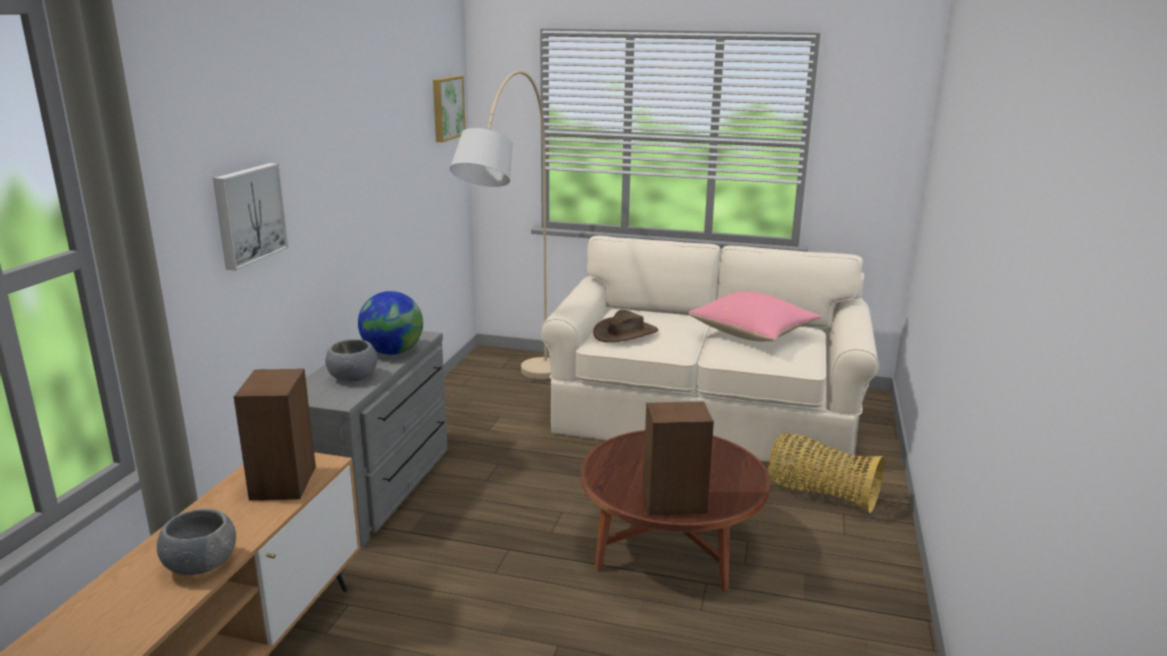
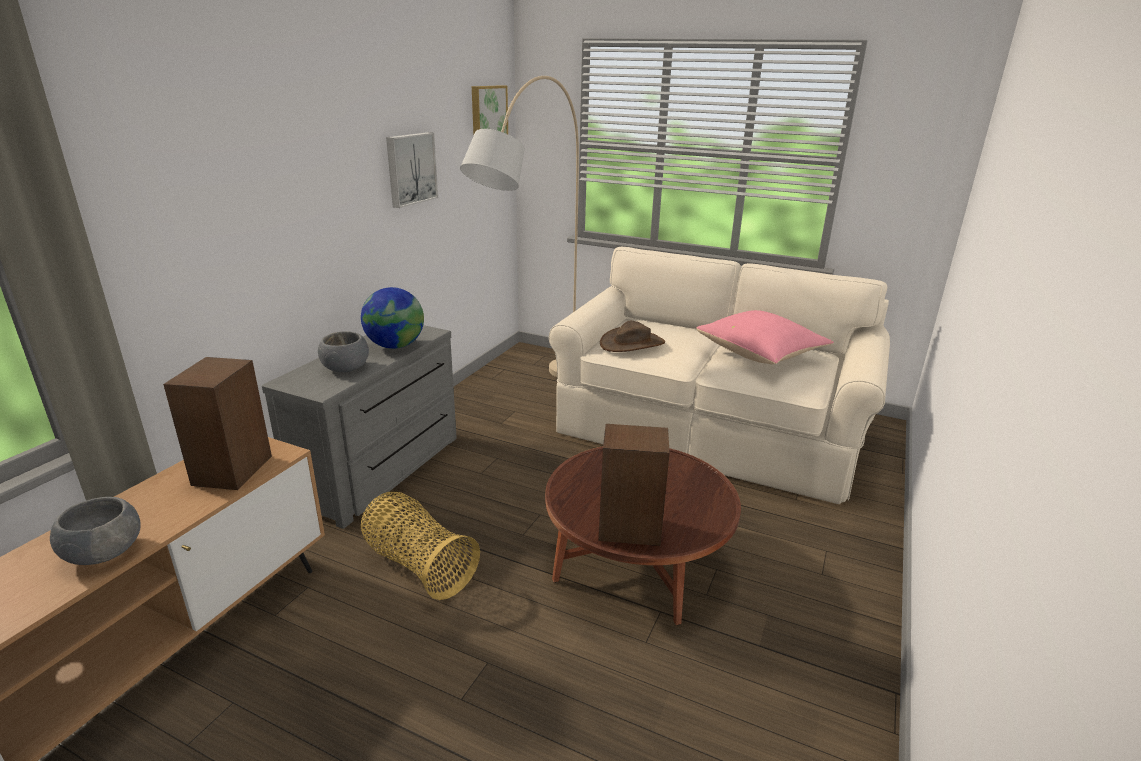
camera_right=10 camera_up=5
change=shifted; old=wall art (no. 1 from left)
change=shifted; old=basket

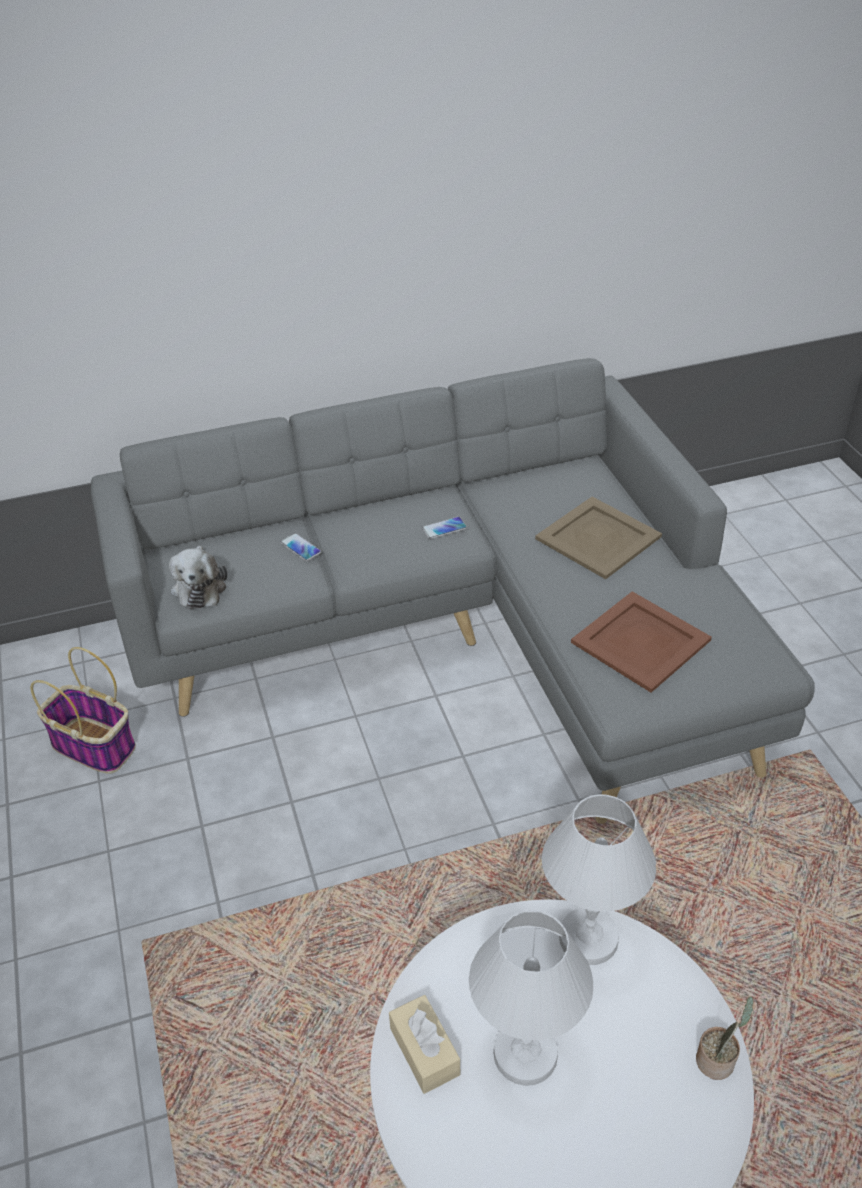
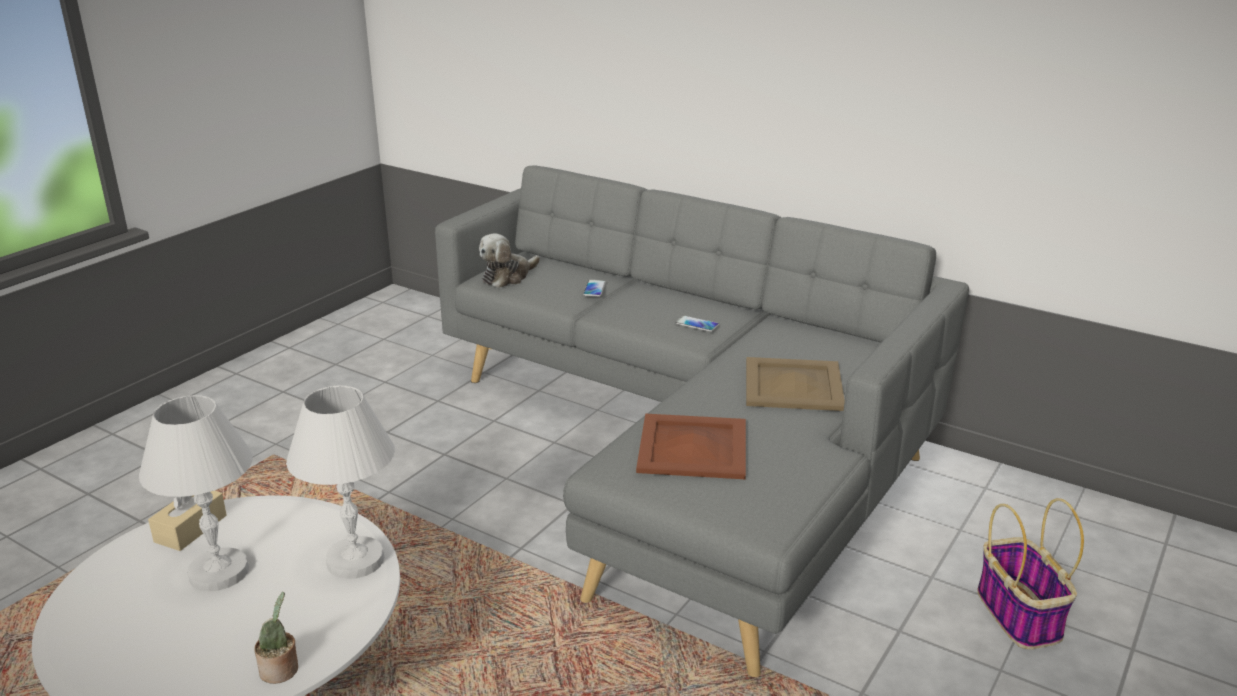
camera_right=50 camera_up=-15
change=shifted; old=basket

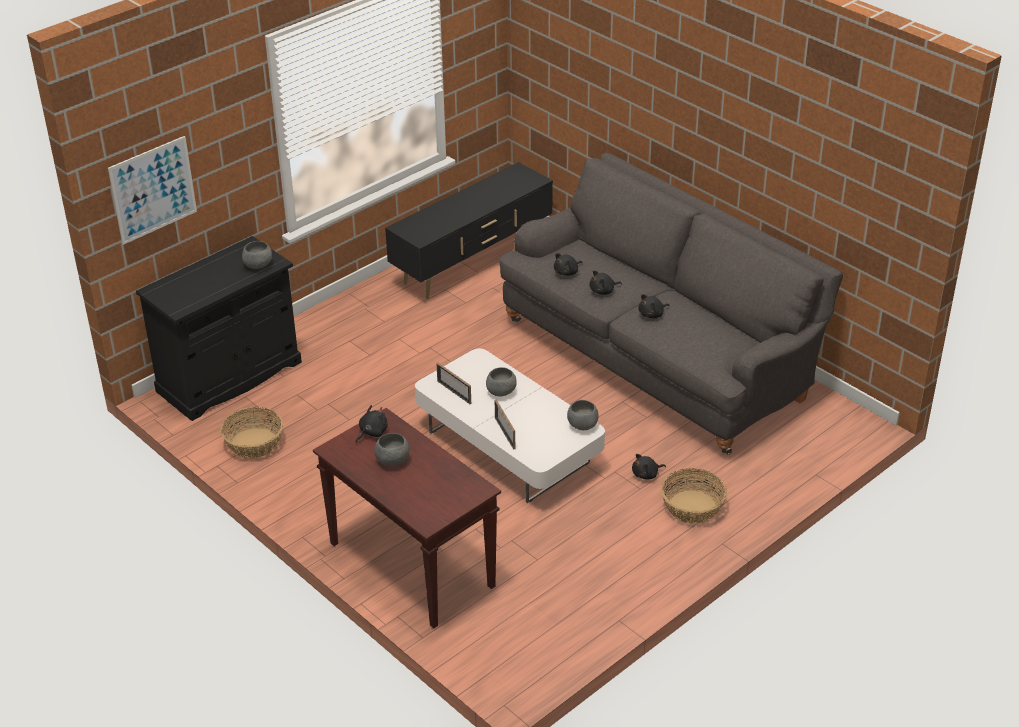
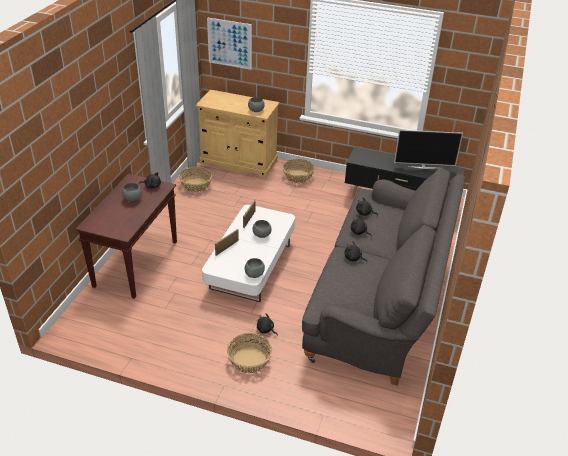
camera_right=60 camera_up=0
change=repainted; old=blackish cupboard; new=sand-coloured cupboard
change=new; new=basket (no. 3 from left)
change=new; new=TV set

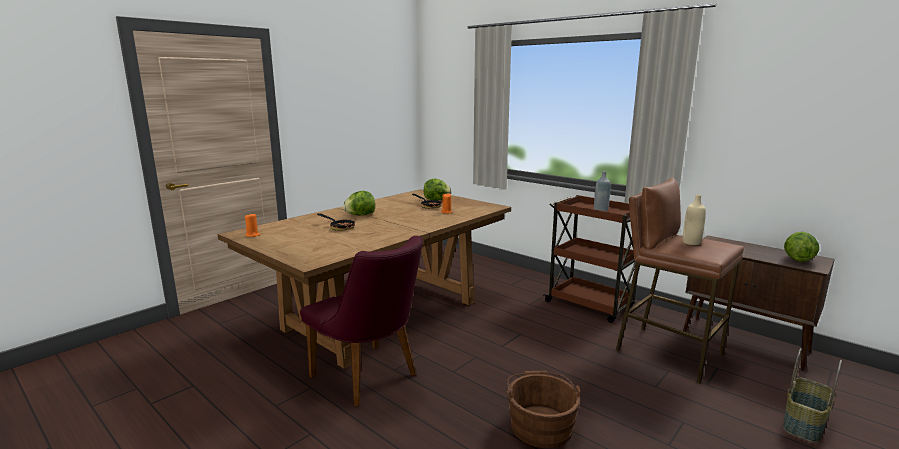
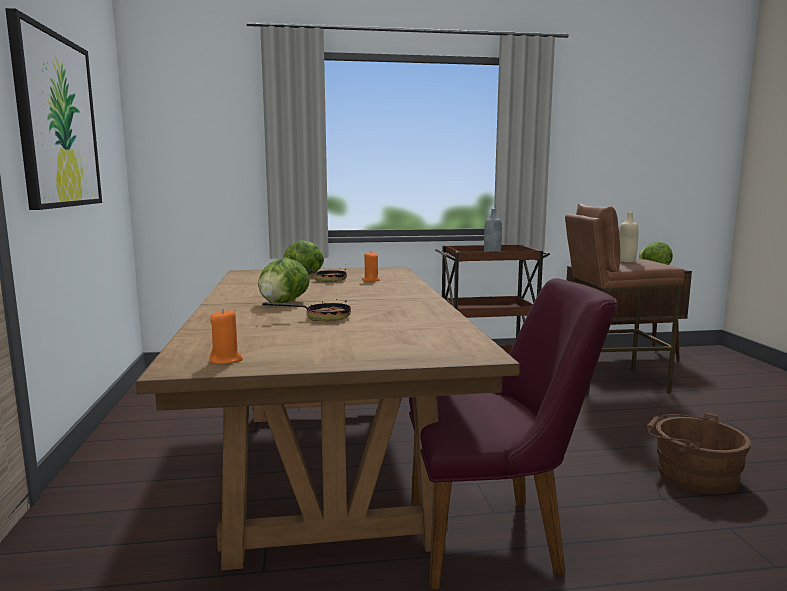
camera_right=-50 camera_up=-5
change=gone; old=basket
change=new; new=wall art

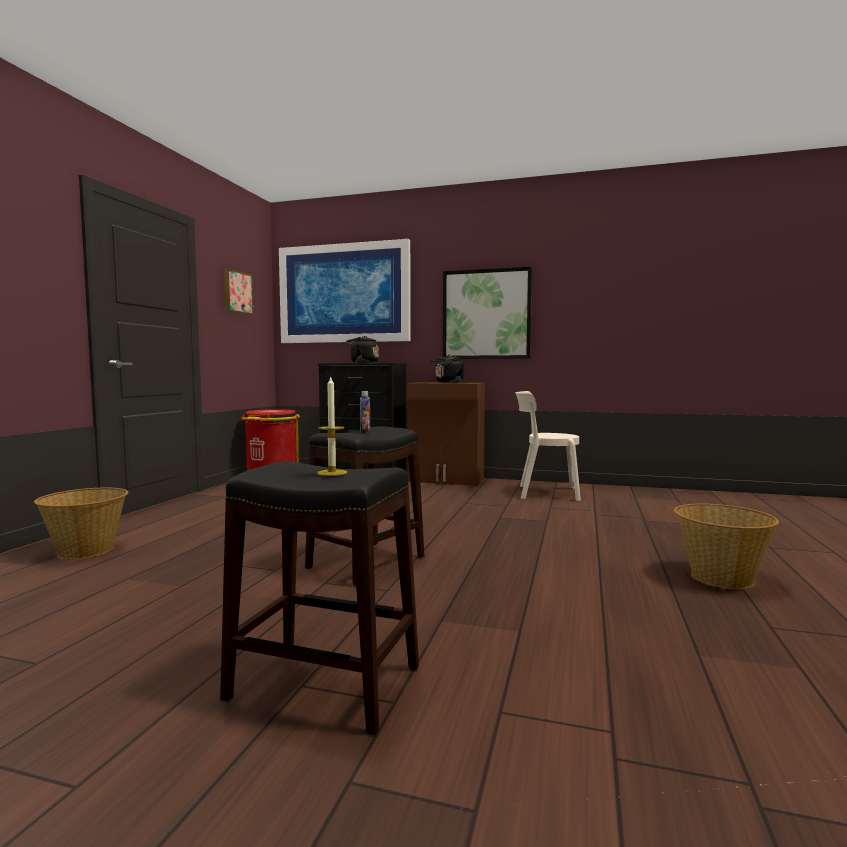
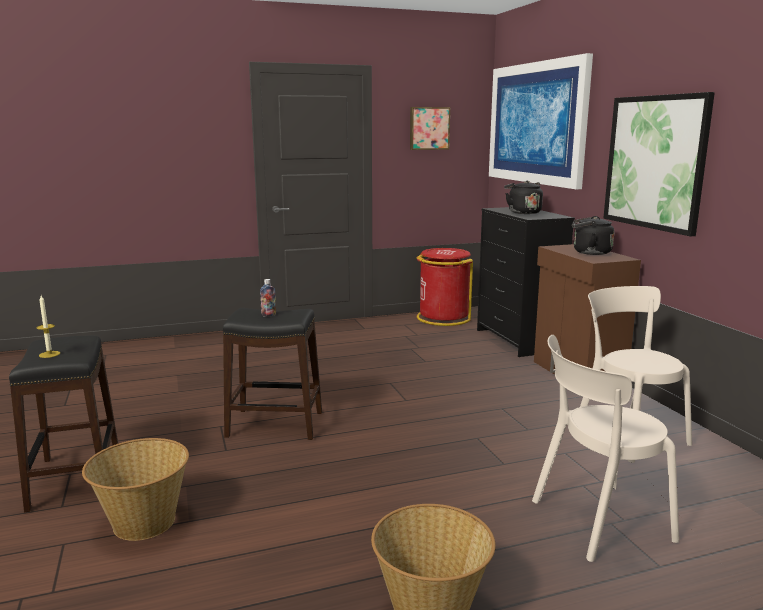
camera_right=55 camera_up=10
change=shifted; old=basket (no. 1 from left)
change=new; new=sand-coloured plain chair (no. 1 from left)

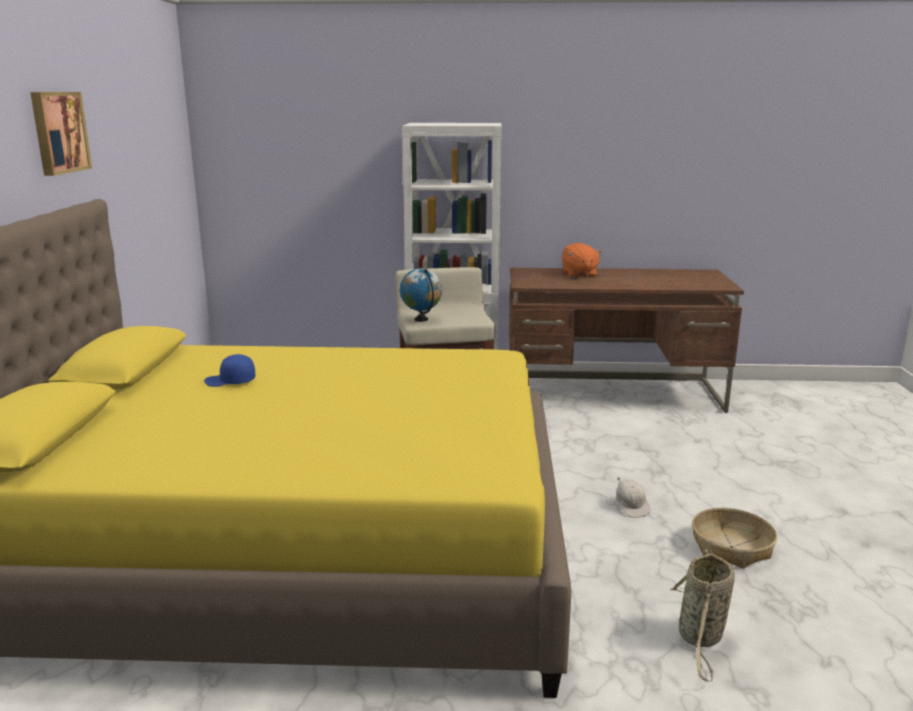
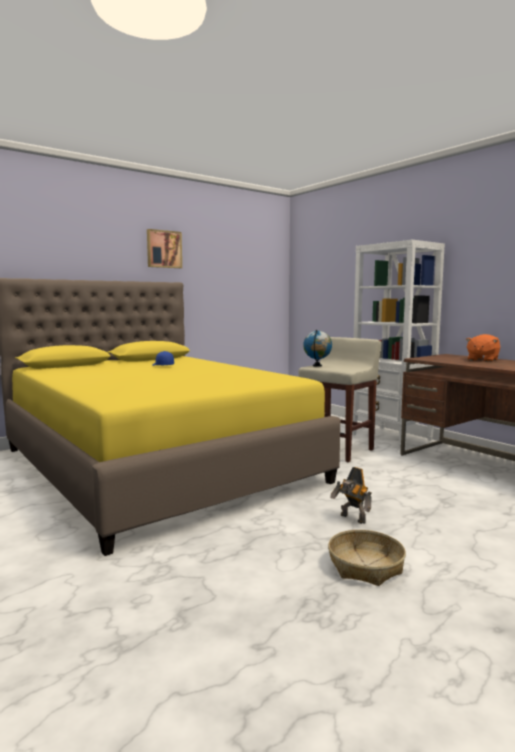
camera_right=50 camera_up=-10
change=swapped; old=white peaked cap; new=robot figure
change=gone; old=basket (no. 1 from left)

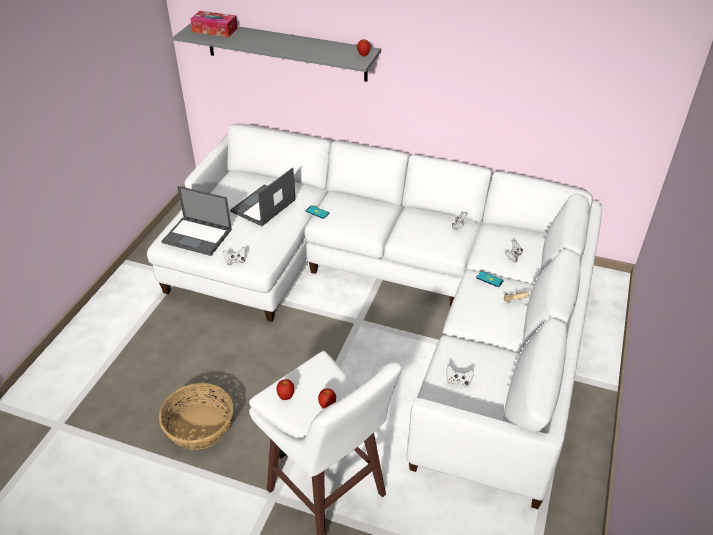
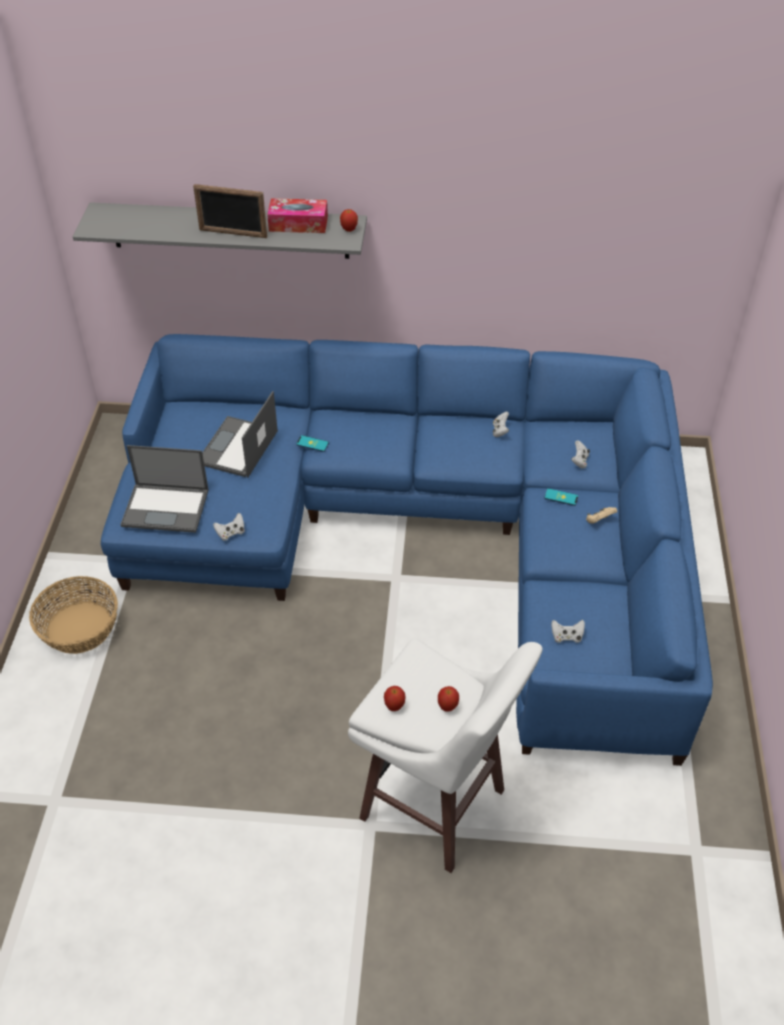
camera_right=-15 camera_up=5
change=repainted; old=white couch; new=bluish couch
change=shifted; old=basket
change=shifted; old=box of tissues
change=new; new=picture frame

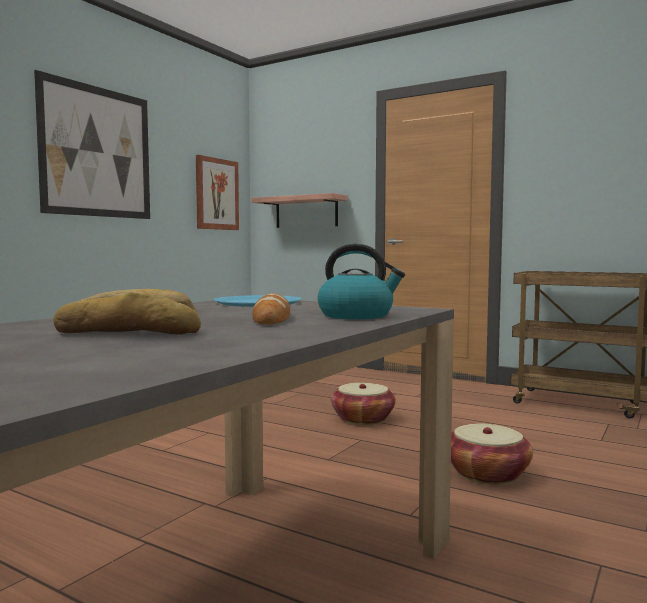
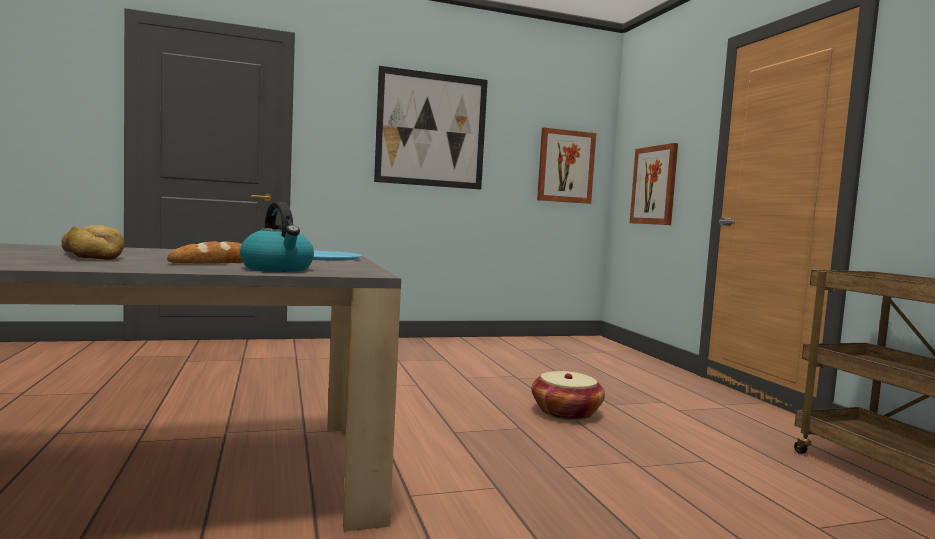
camera_right=40 camera_up=0
change=swapped; old=bracket shelf; new=wall art (no. 3 from left)
change=gone; old=basket (no. 2 from left)

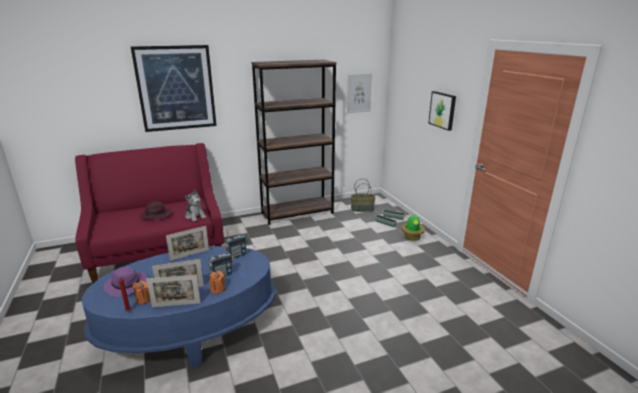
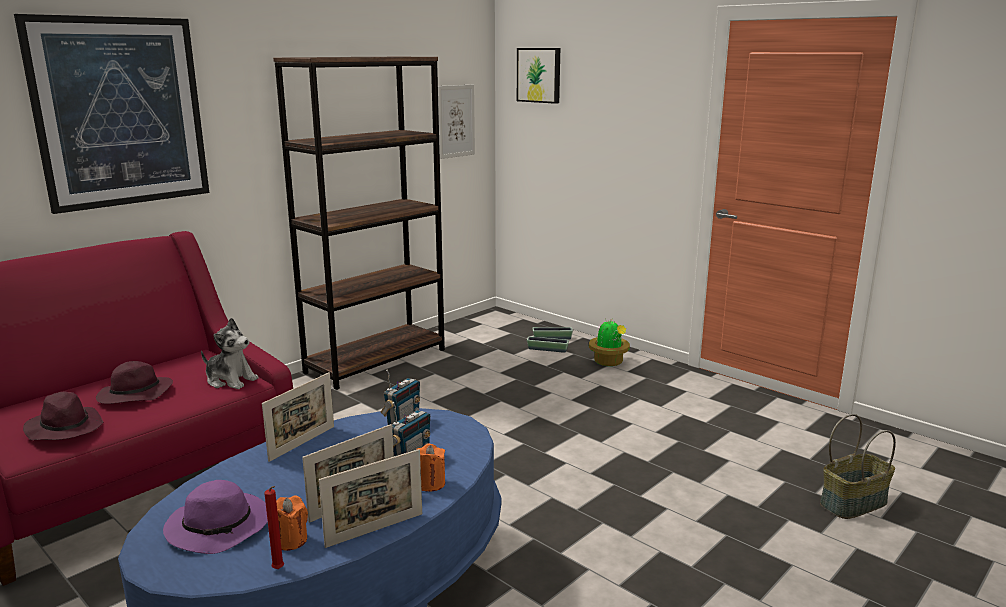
camera_right=-25 camera_up=-5
change=shifted; old=basket
change=shifted; old=wall art (no. 3 from left)
change=new; new=purplish clothing hat (no. 1 from left)

